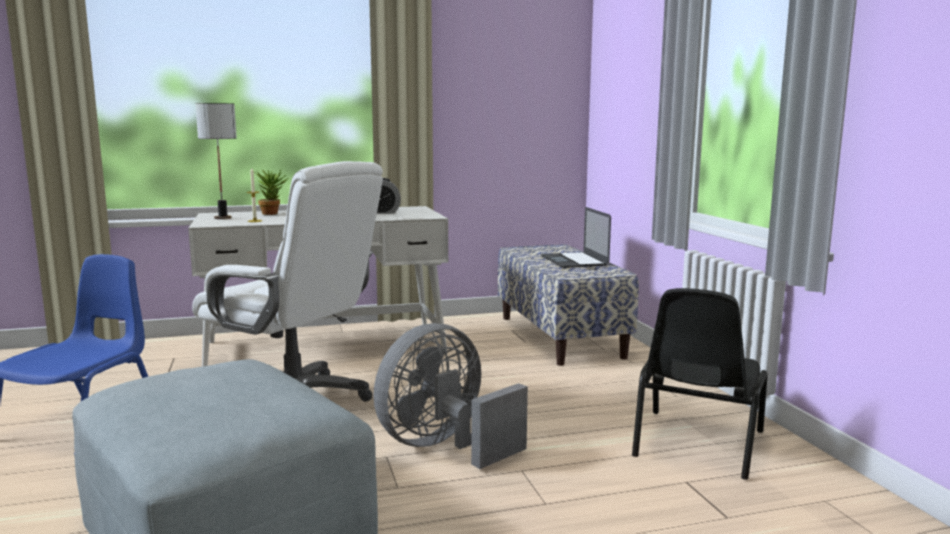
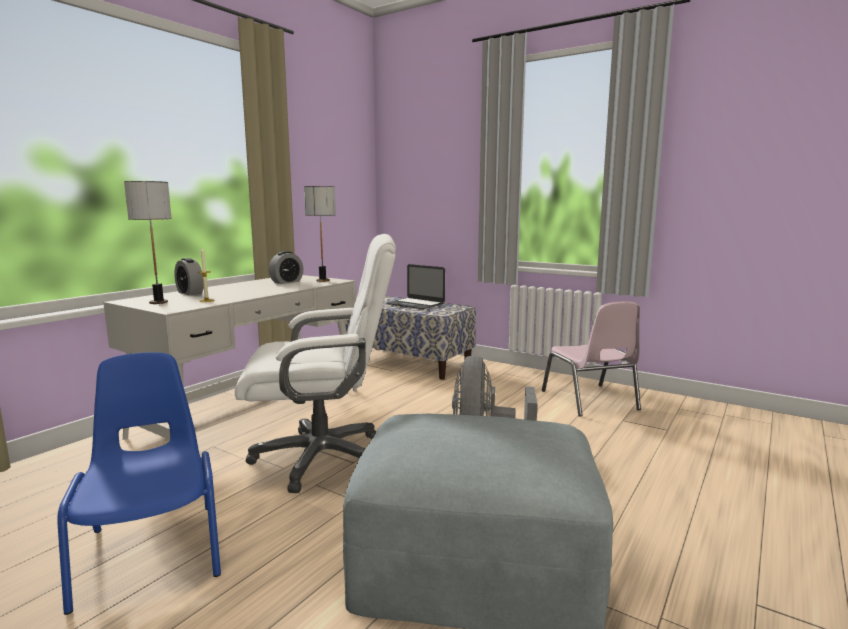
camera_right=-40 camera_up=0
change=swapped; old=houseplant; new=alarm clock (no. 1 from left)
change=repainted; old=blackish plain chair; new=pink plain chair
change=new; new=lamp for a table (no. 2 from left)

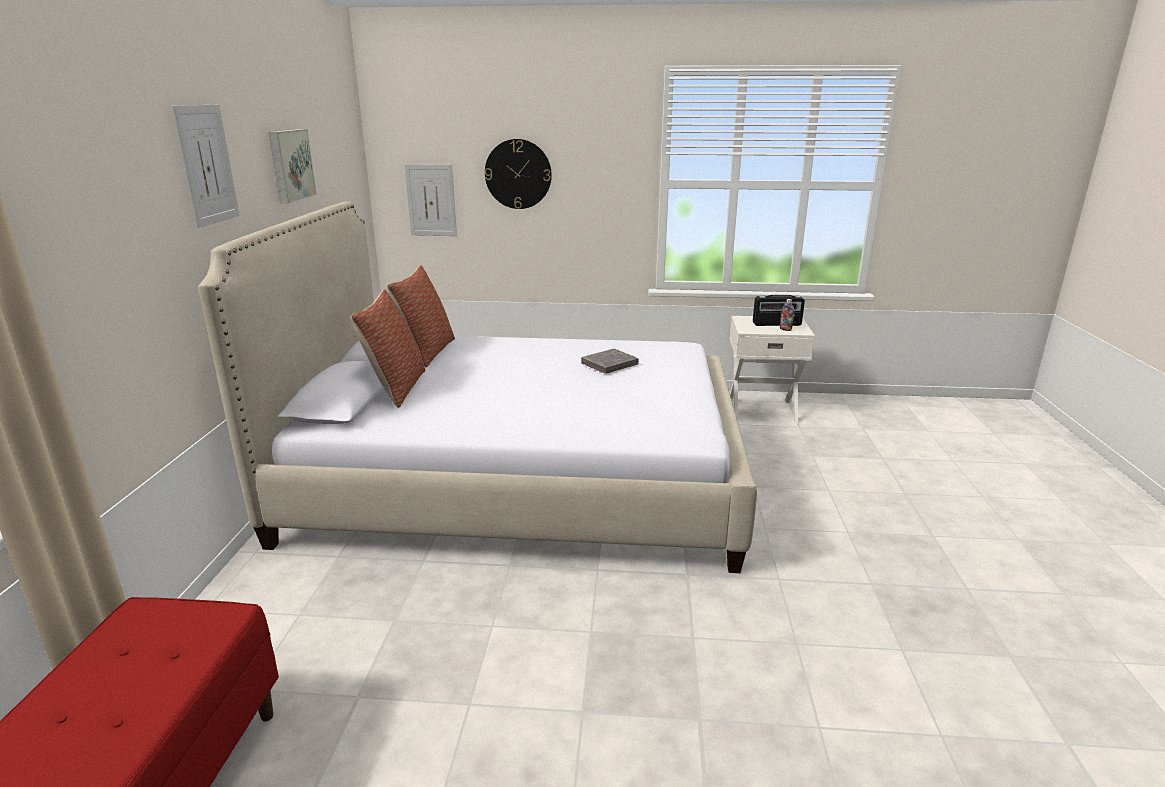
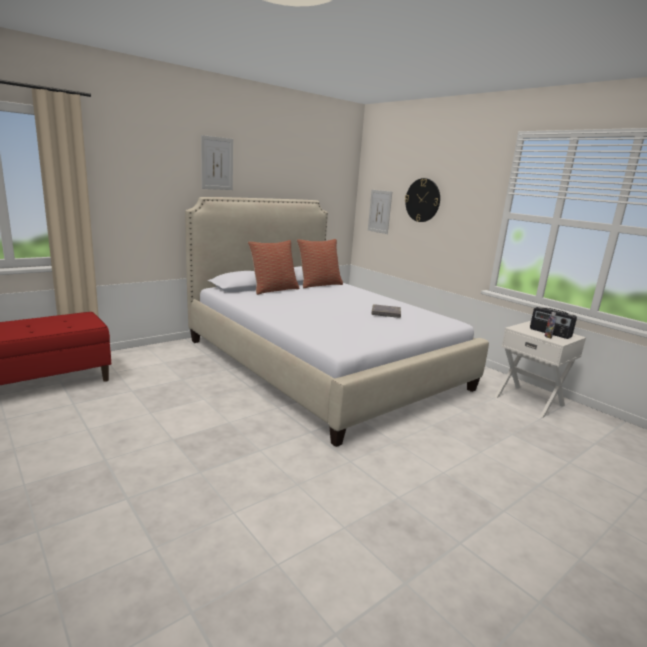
camera_right=45 camera_up=-5
change=gone; old=wall art (no. 2 from left)

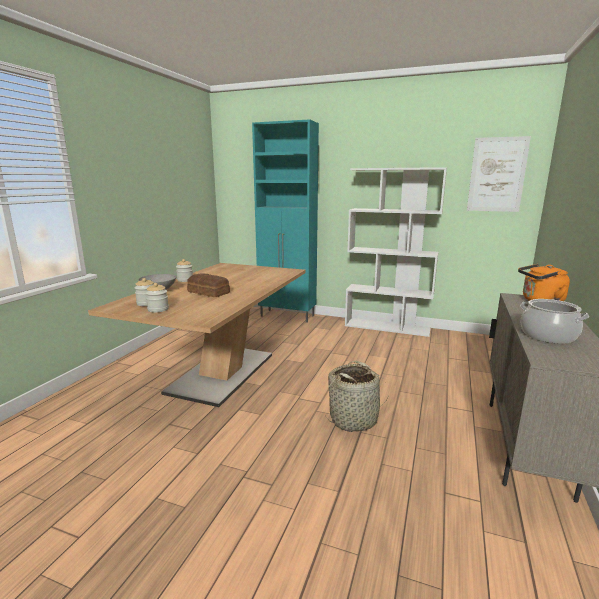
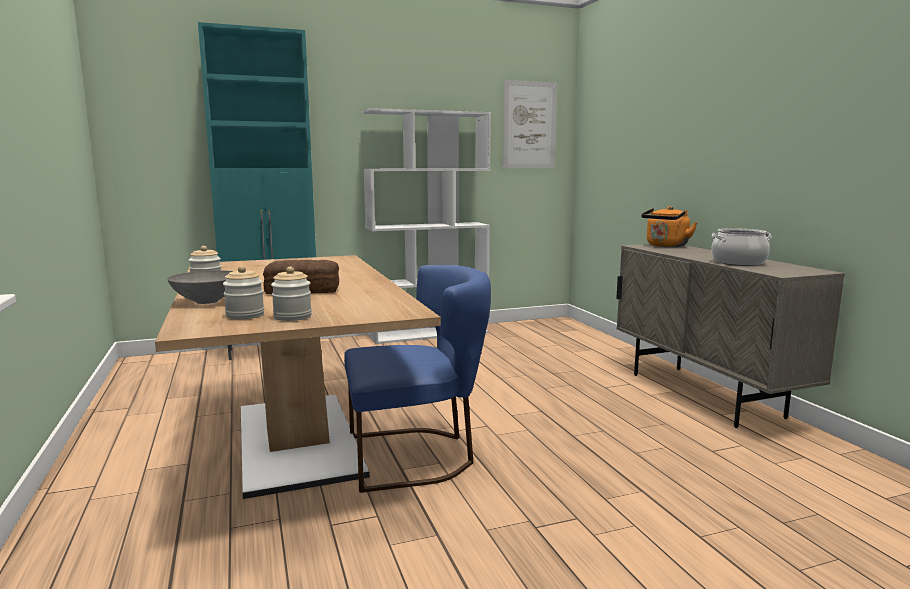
camera_right=-40 camera_up=-5
change=gone; old=basket
change=new; new=bluish plain chair

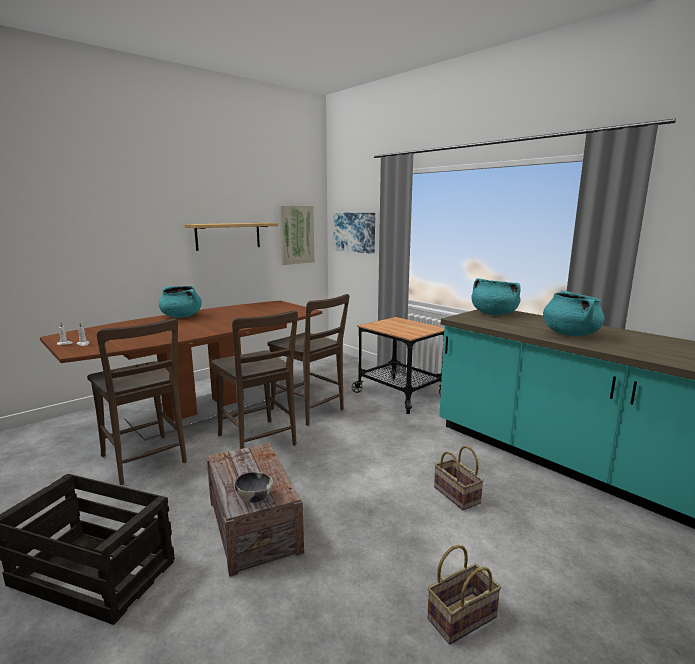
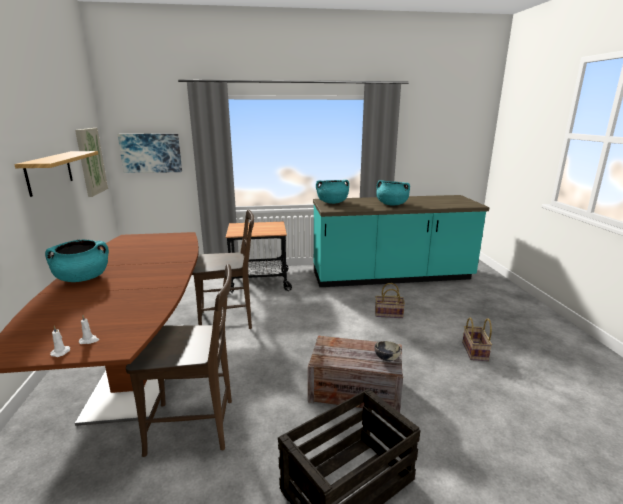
camera_right=-55 camera_up=5
change=gone; old=brown-coloured plain chair (no. 2 from left)

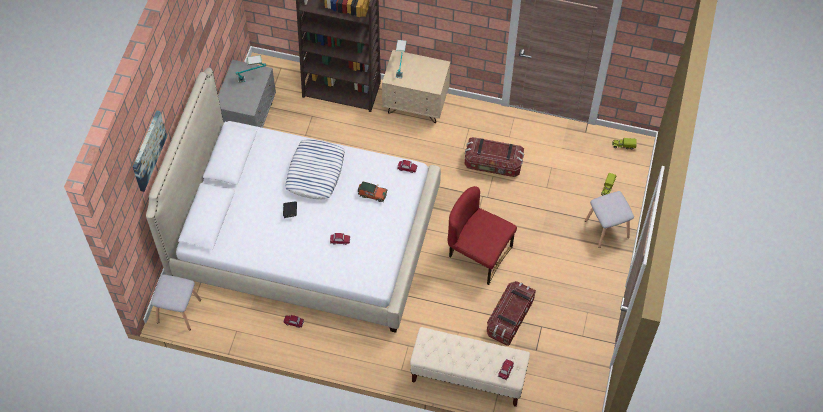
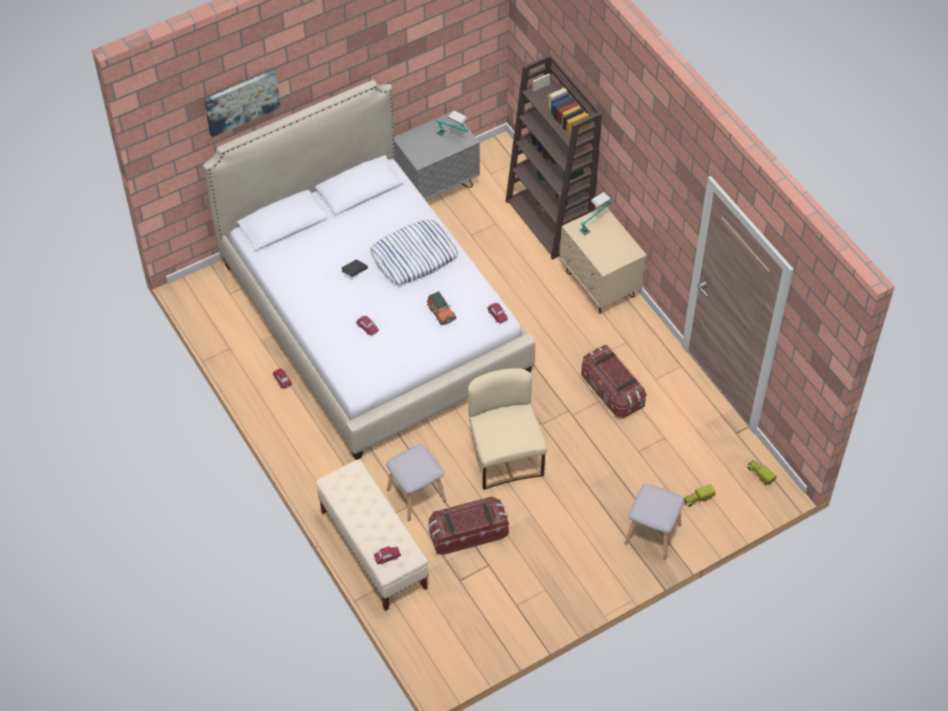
camera_right=45 camera_up=-5
change=shifted; old=greyish stool seat (no. 1 from left)
change=repainted; old=red plain chair; new=sand-coloured plain chair

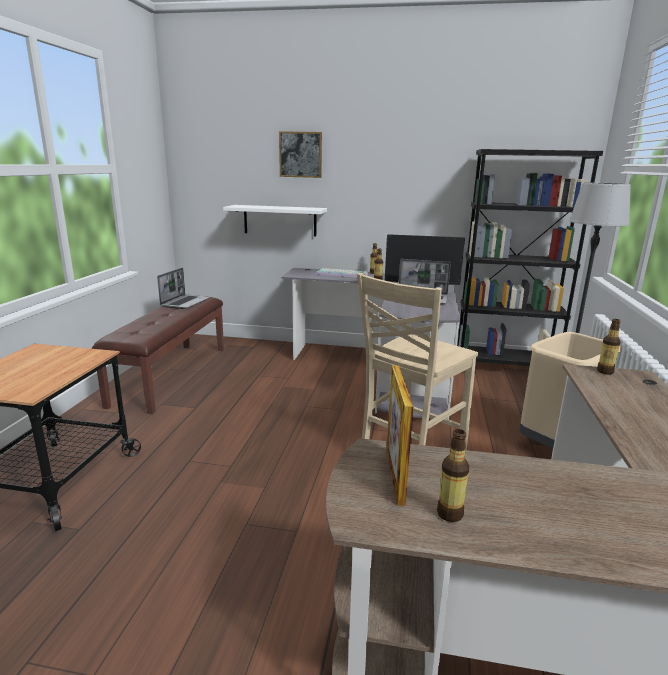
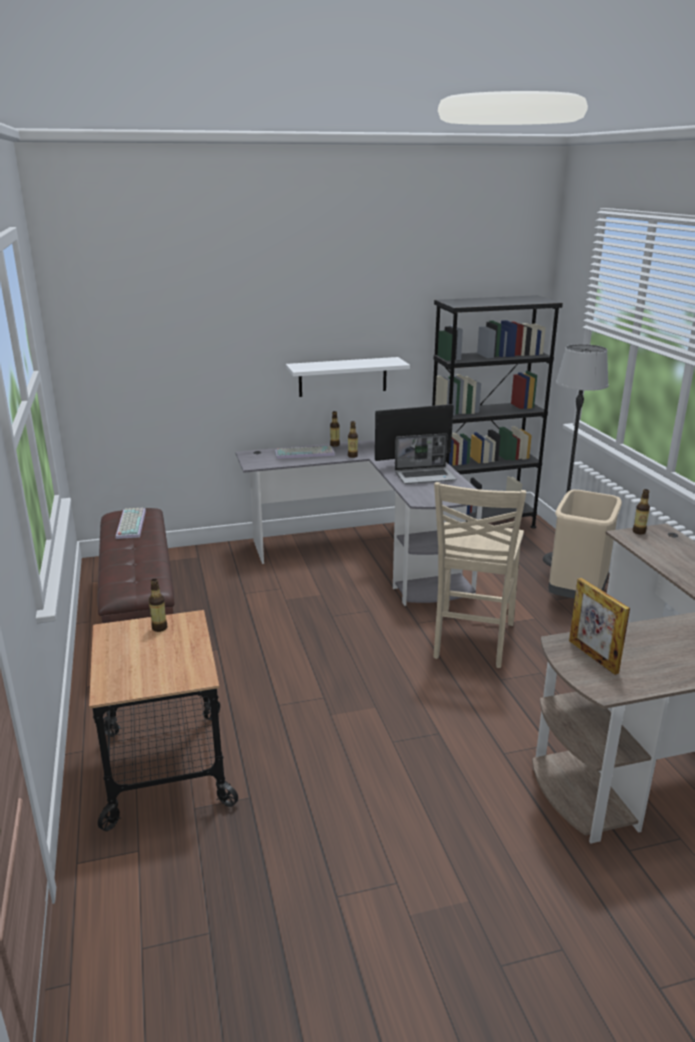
camera_right=-25 camera_up=5
change=swapped; old=portable computer (no. 1 from left); new=keyboard (no. 1 from left)
change=shifted; old=white bracket shelf
change=gone; old=wall art
change=shifted; old=drink bottle (no. 3 from left in the first image); new=drink bottle (no. 1 from left)

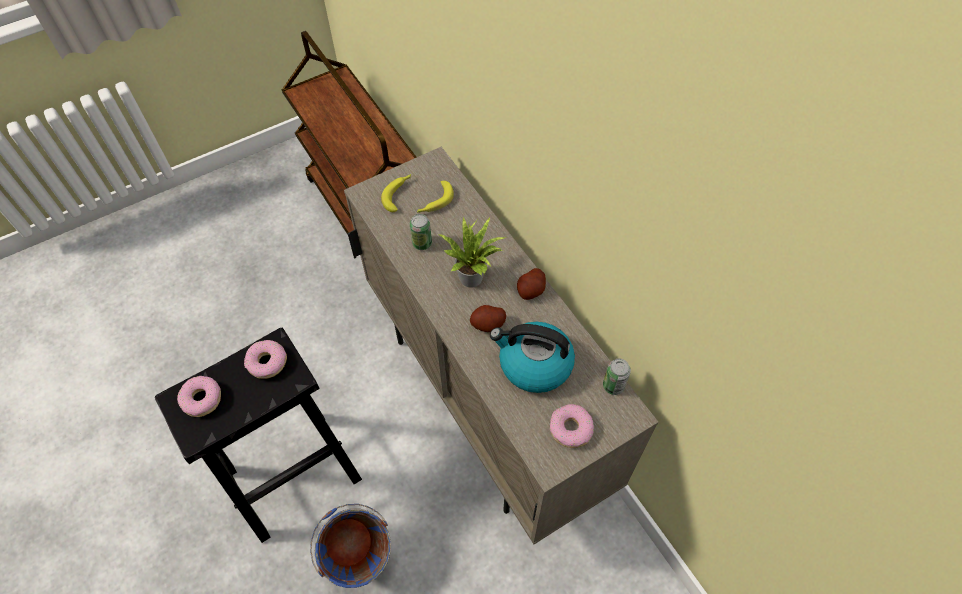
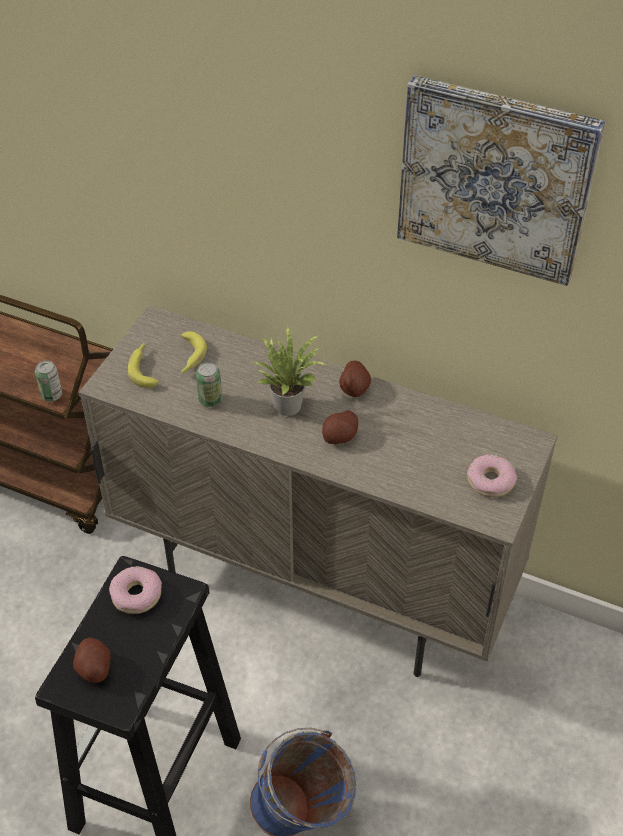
camera_right=-35 camera_up=-10
change=swapped; old=ring doughnut (no. 1 from left); new=whole potato (no. 1 from left)
change=gone; old=kettle
change=shifted; old=sealed can (no. 2 from left in the first image); new=sealed can (no. 1 from left)
change=new; new=wall art

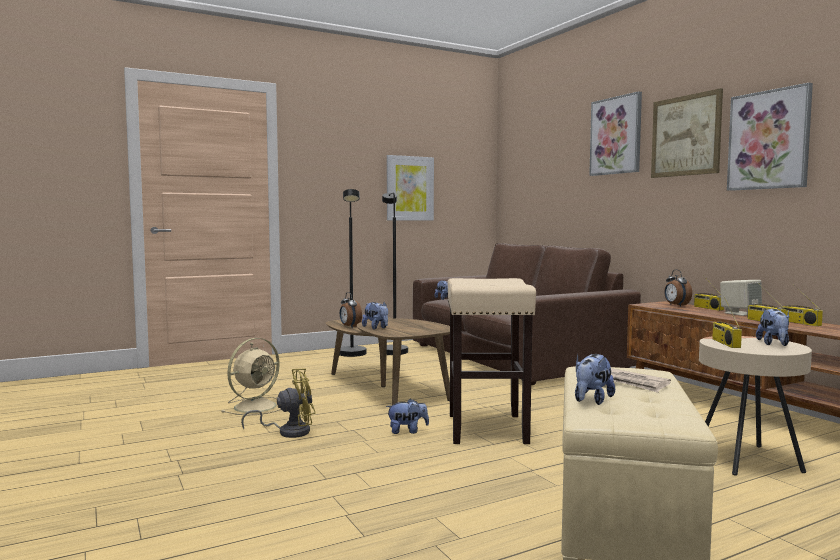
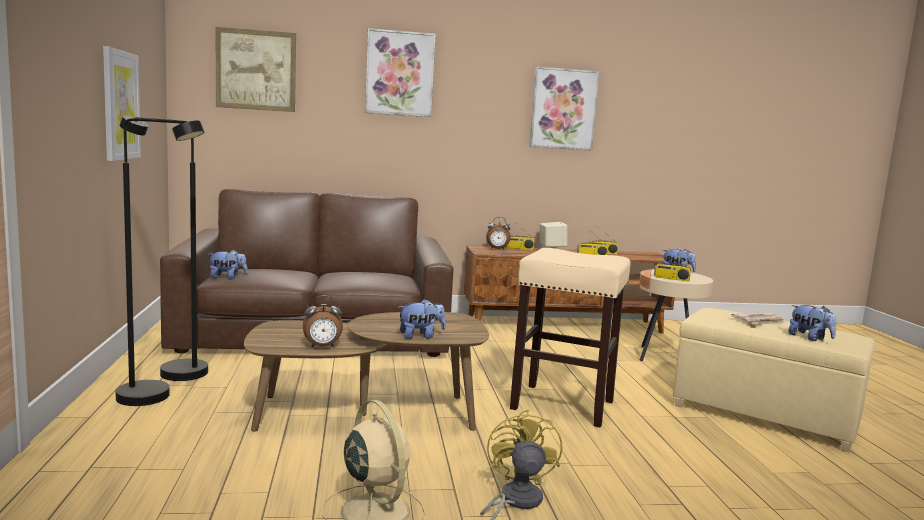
camera_right=-70 camera_up=5
change=gone; old=soft toy (no. 2 from left)
change=shifted; old=wall art (no. 3 from left in the first image); new=wall art (no. 2 from left)

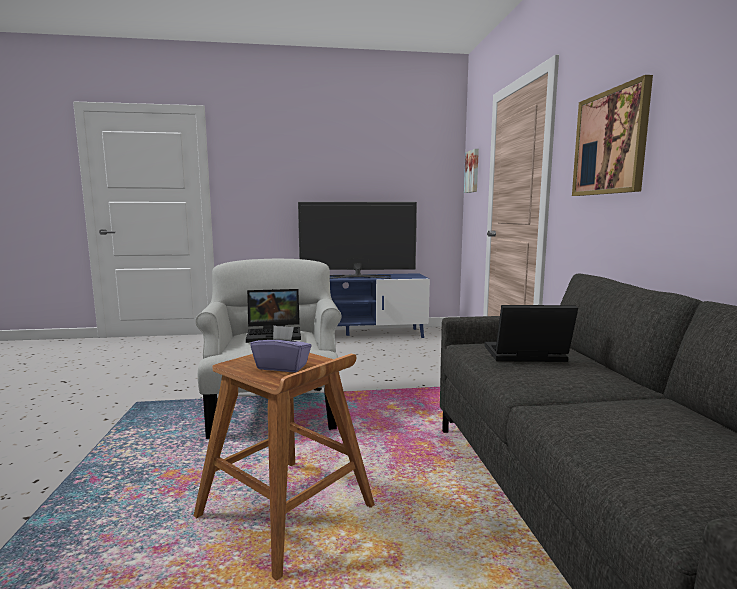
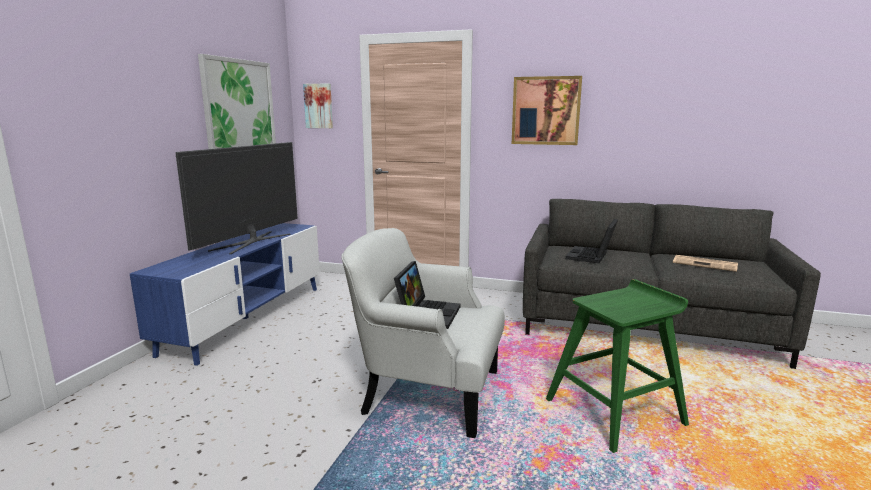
camera_right=-65 camera_up=5
change=repainted; old=brown-coloured stool seat; new=green stool seat
change=gone; old=purplish box of tissues
change=new; new=wall art (no. 1 from left)
change=new; new=printed paper

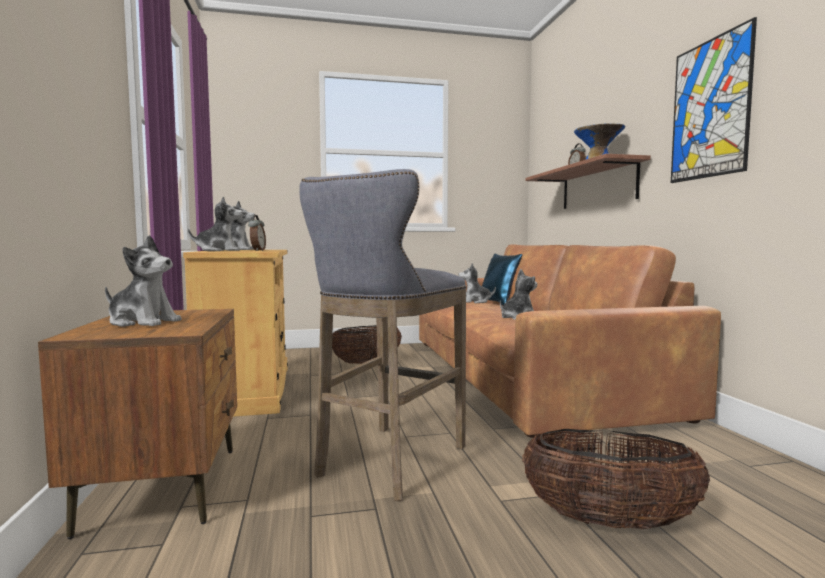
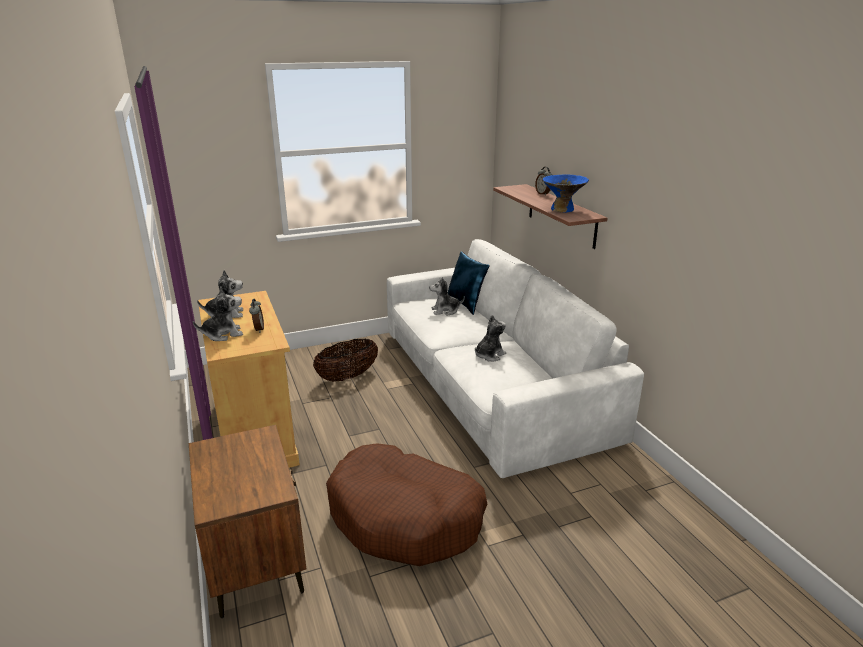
camera_right=-10 camera_up=20
change=gone; old=soft toy (no. 1 from left)
change=swapped; old=greyish stool seat; new=brown-coloured dog bed
change=repainted; old=brown-coloured couch; new=white couch
change=gone; old=basket (no. 2 from left)
change=gone; old=wall art

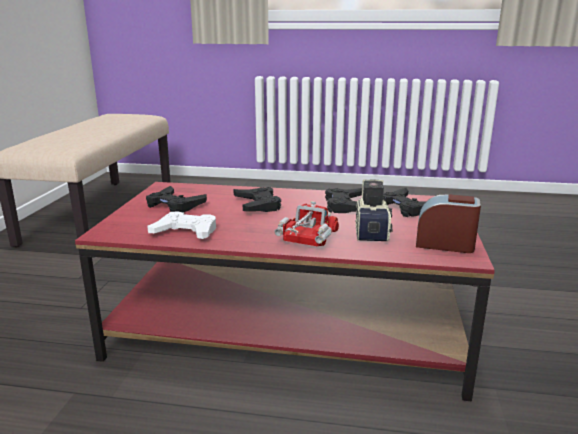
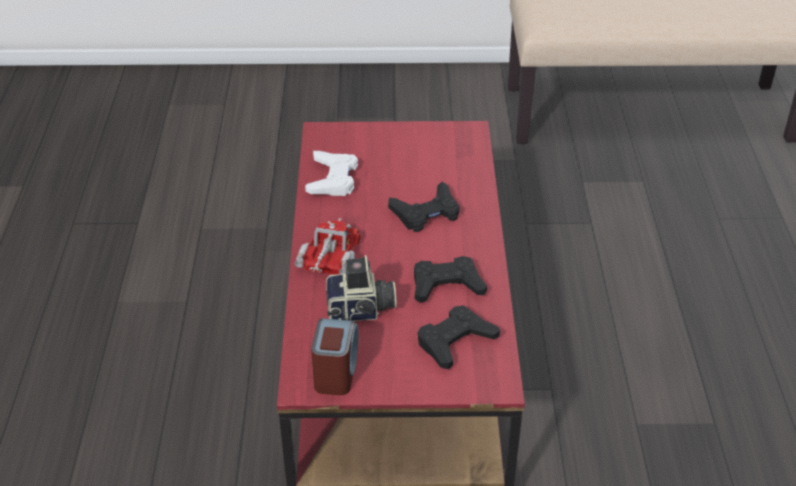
camera_right=80 camera_up=20
change=gone; old=blackish game controller (no. 1 from left)
change=rotated; old=toy truck; degrees=-90

